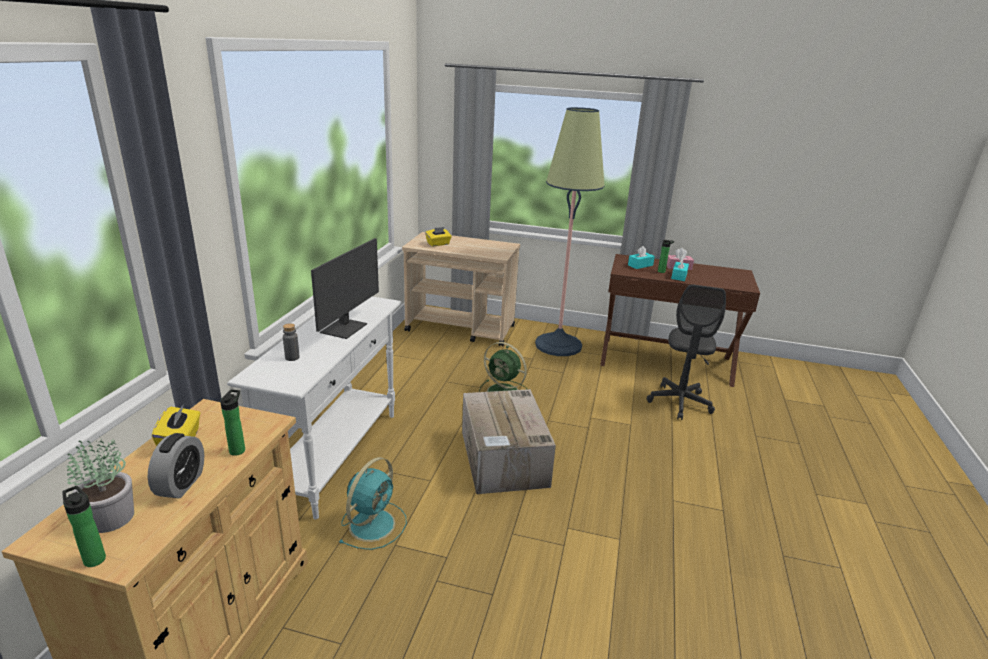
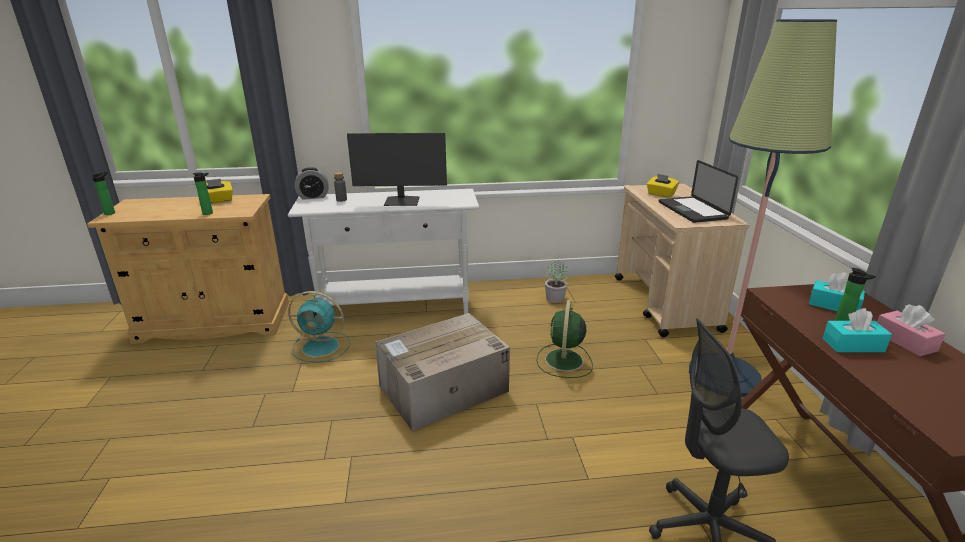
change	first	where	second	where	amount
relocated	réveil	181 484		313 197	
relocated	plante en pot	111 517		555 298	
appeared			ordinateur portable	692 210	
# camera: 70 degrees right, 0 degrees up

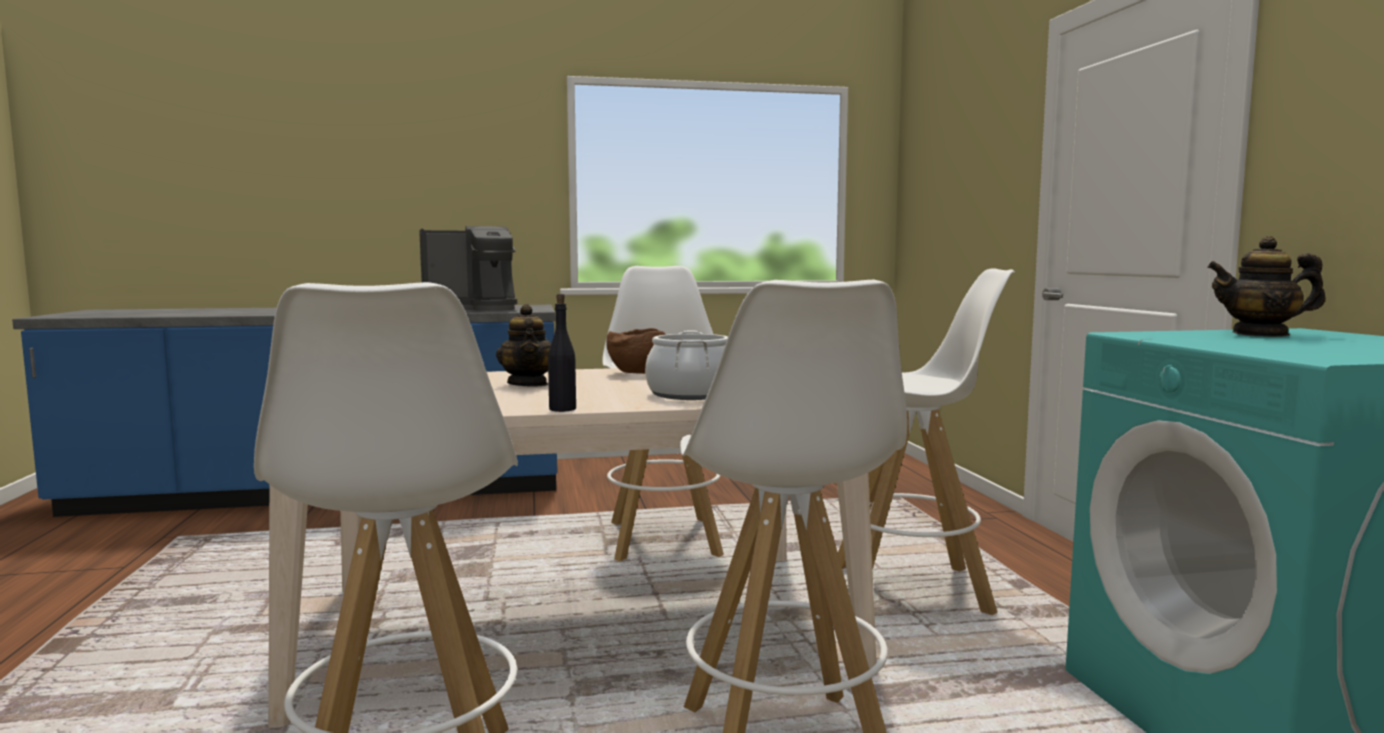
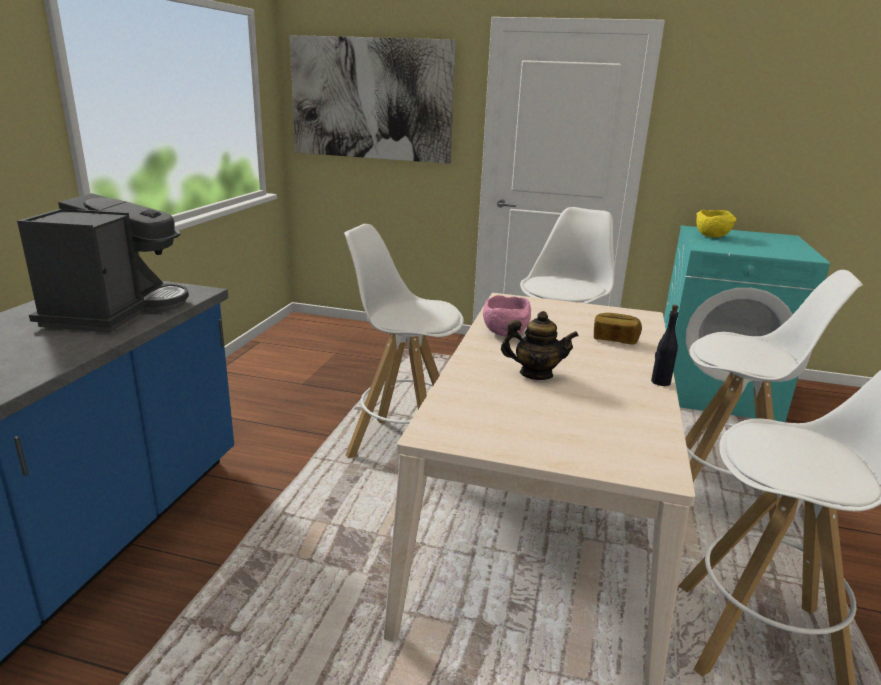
change	first	where	second	where	amount
appeared			tableau	371 99	
colour	bol/marron	637 373	bol/rose	506 334	
exchanged	marmite	691 394	pain	614 339	
exchanged	théière	1261 334	bol/jaune	712 237	
# camera: 65 degrees left, 15 degrees up

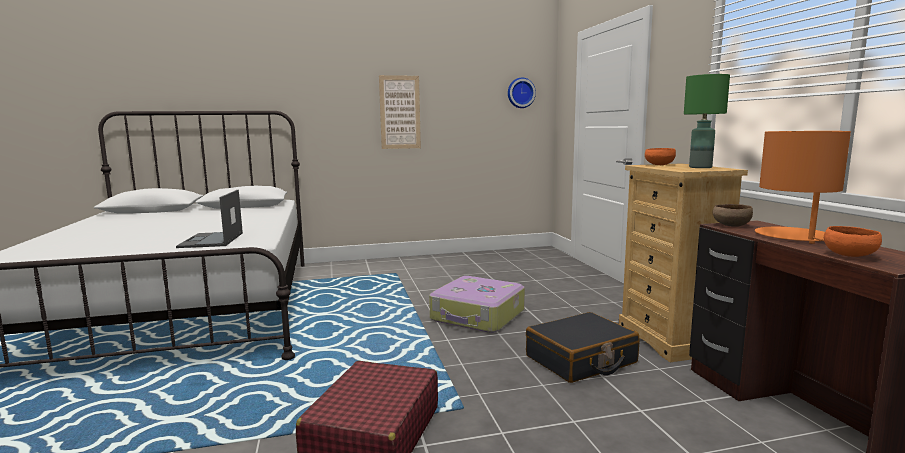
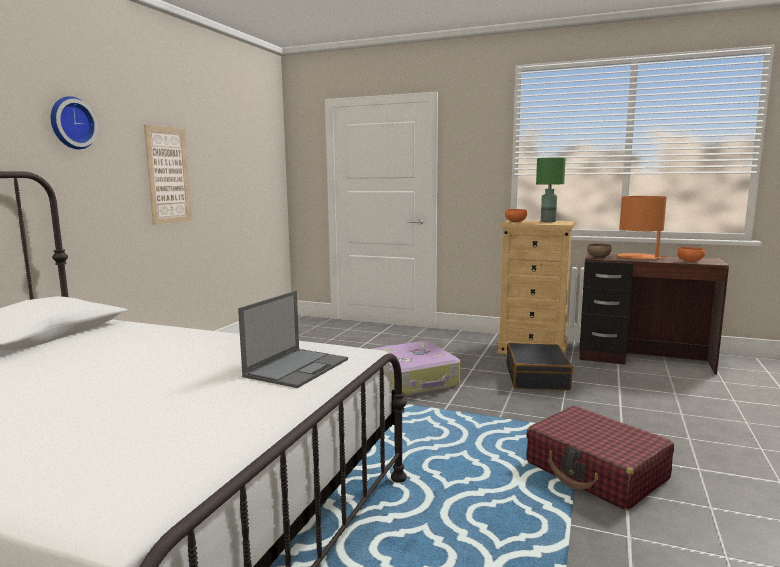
change	first	where	second	where	amount
relocated	horloge murale	520 93		71 123	
spun	ordinateur portable	211 240		297 367	90 degrees counterclockwise
# camera: 55 degrees left, 0 degrees up

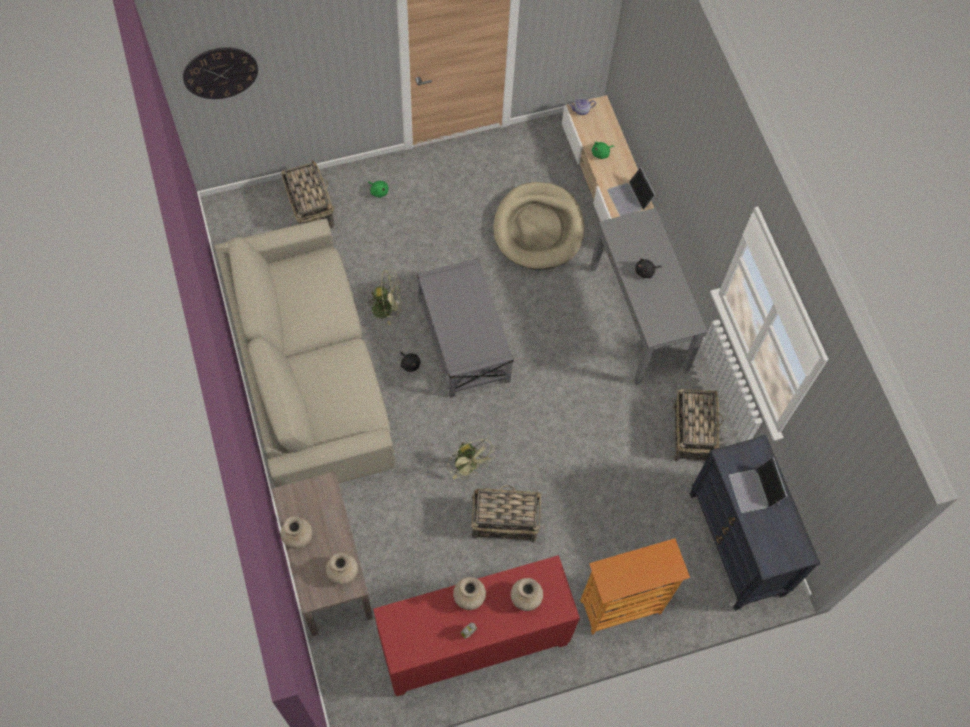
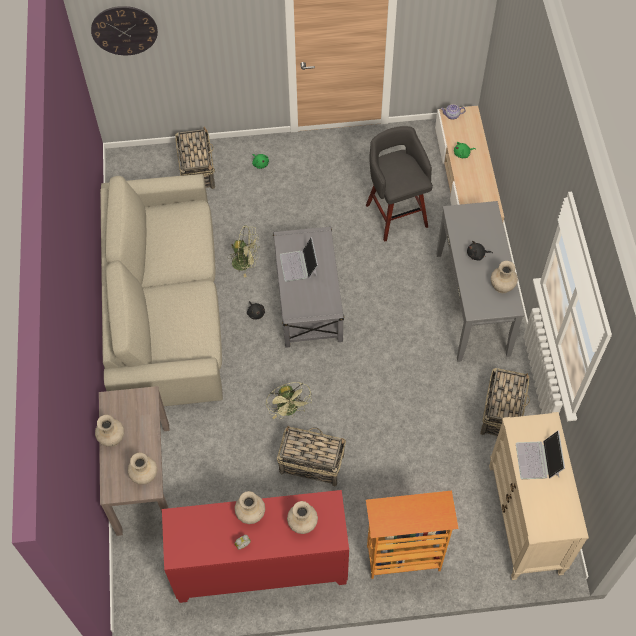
change	first	where	second	where	amount
relocated	ordinateur portable	630 198		299 265	
exchanged	panier pour chien/beige	538 228	tabouret/gris	396 214	
colour	commode/noir	736 544	commode/beige	525 520	
appeared			vase/beige	502 285	
# camera: 15 degrees right, 5 degrees down

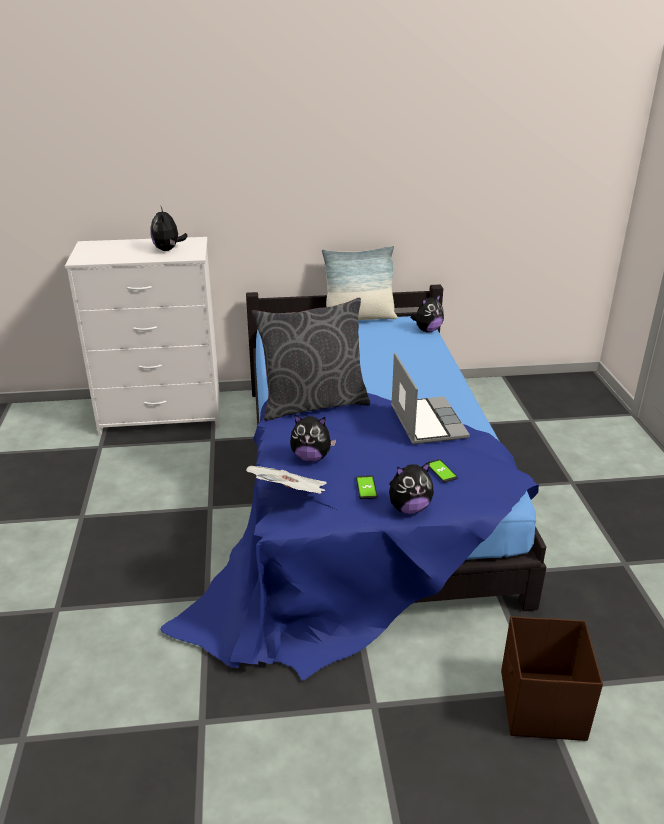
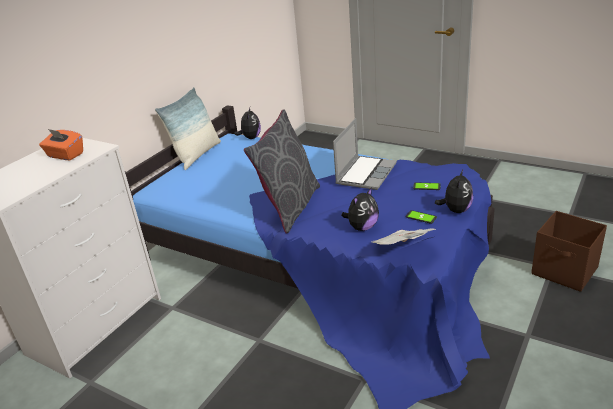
change	first	where	second	where	amount
exchanged	peluche	168 250	boîte à mouchoirs/orange	65 155	
spun	ordinateur portable	426 422		365 173	90 degrees clockwise
# camera: 50 degrees left, 0 degrees up

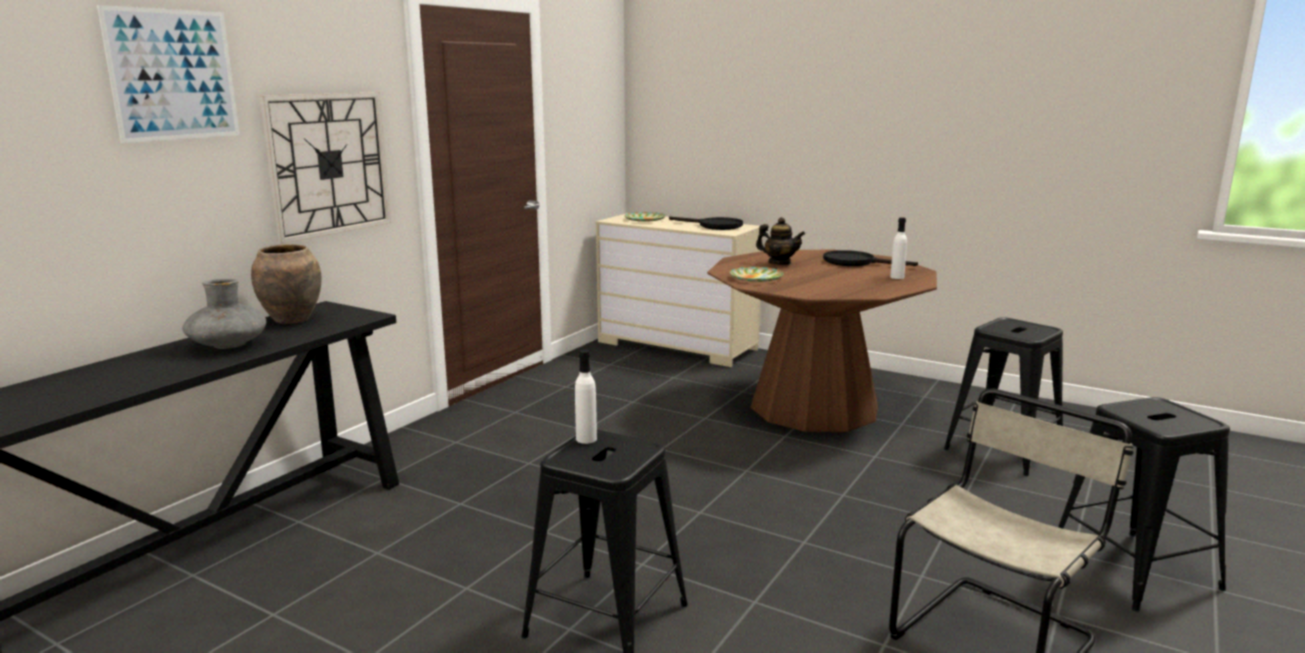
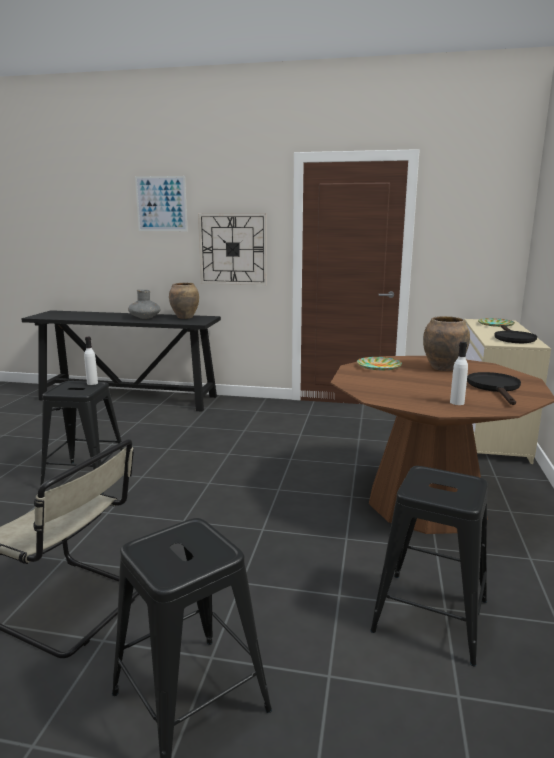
change	first	where	second	where	amount
exchanged	théière	779 263	vase/marron	443 368	
# camera: 70 degrees right, 0 degrees up

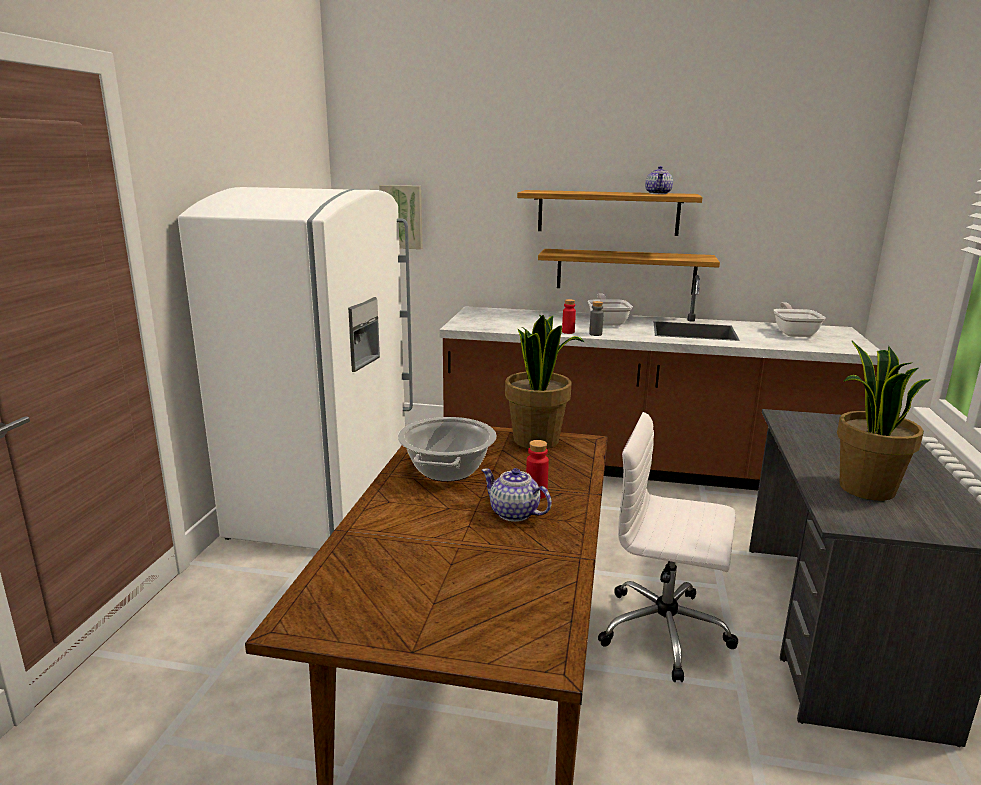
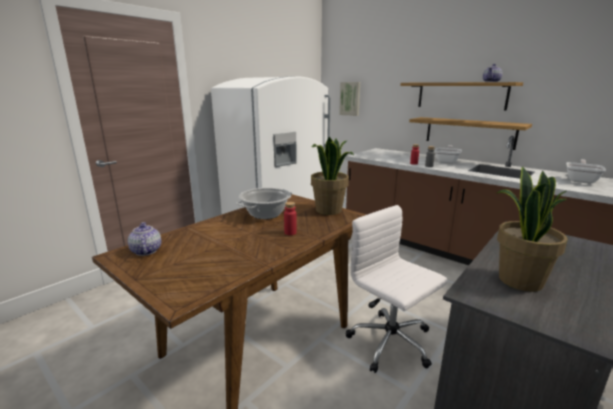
change	first	where	second	where	amount
relocated	théière	514 513		146 251	
# camera: 30 degrees right, 0 degrees up

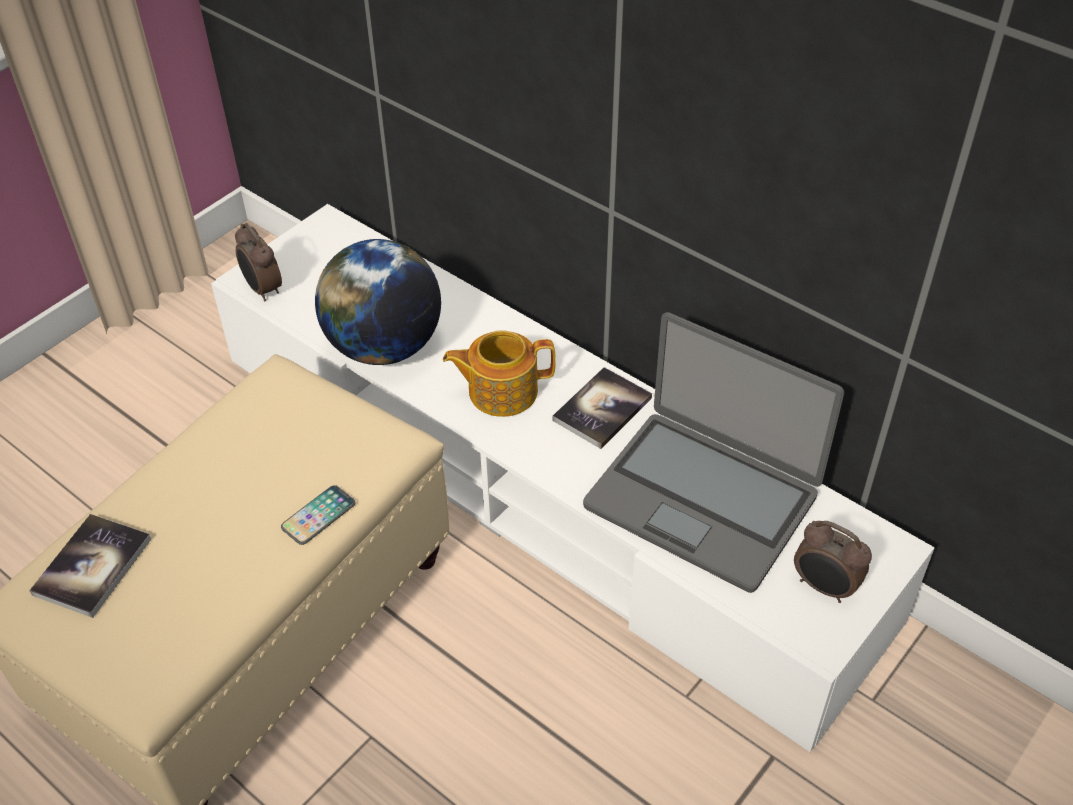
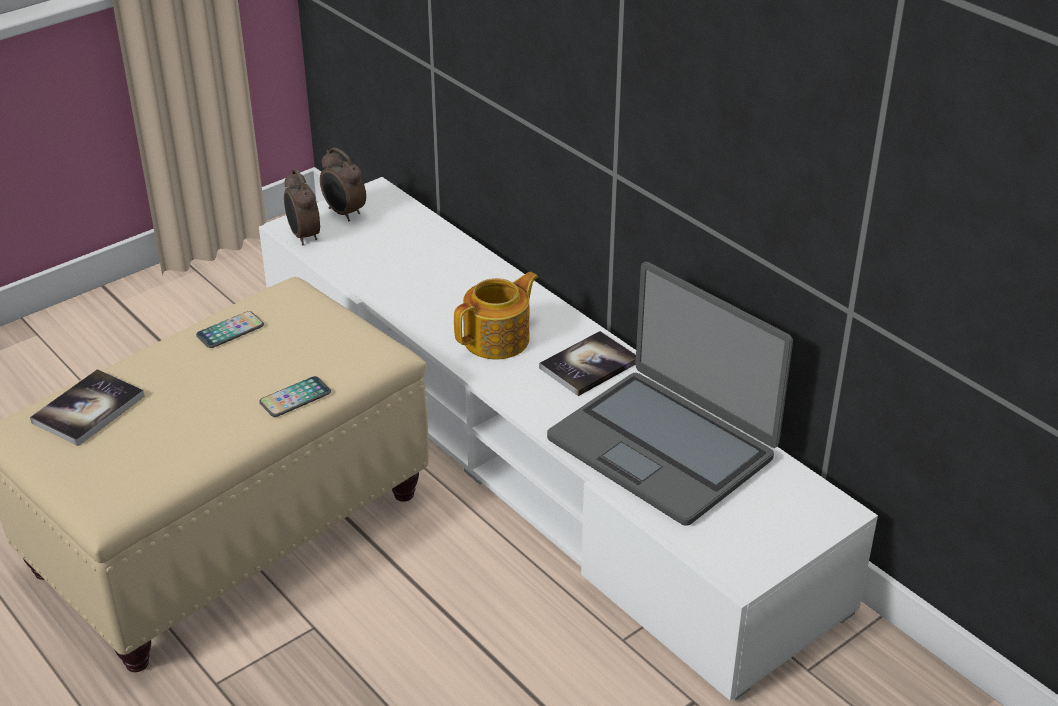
change	first	where	second	where	amount
appeared			téléphone	230 331	
relocated	réveil	824 587		344 213	
spun	théière	501 391		498 339	135 degrees clockwise
missing	globe	384 347			
# camera: 10 degrees right, 10 degrees down

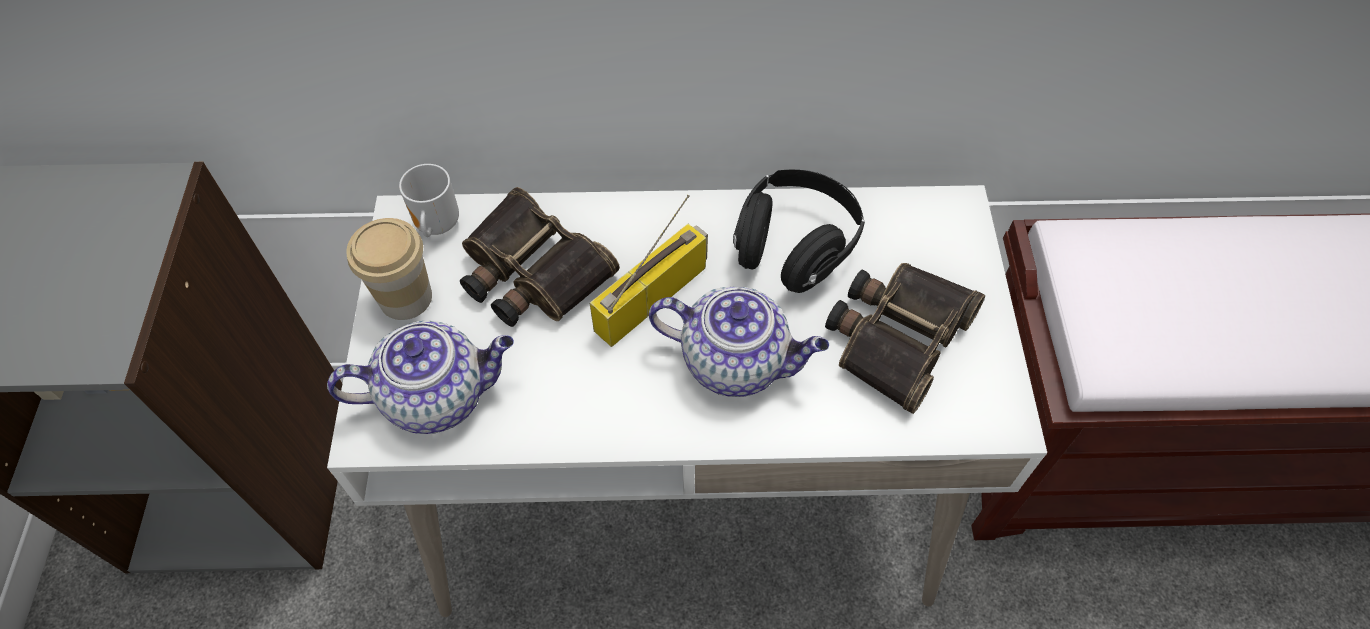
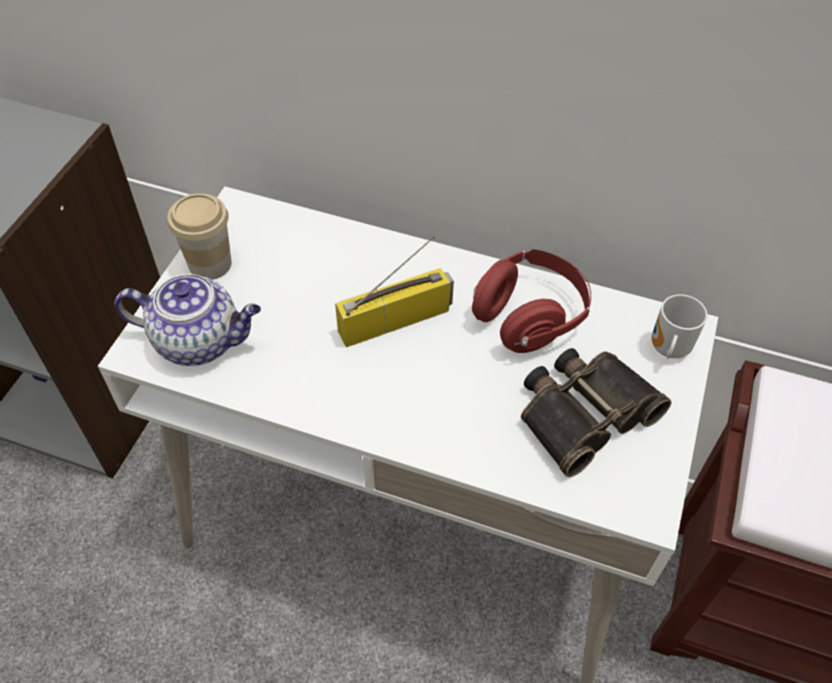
change	first	where	second	where	amount
colour	casque audio/noir	794 247	casque audio/rouge	529 317	
relocated	mug	435 226		666 349	
missing	jumelles	530 272			
missing	théière	736 361			
# camera: 20 degrees right, 5 degrees down

